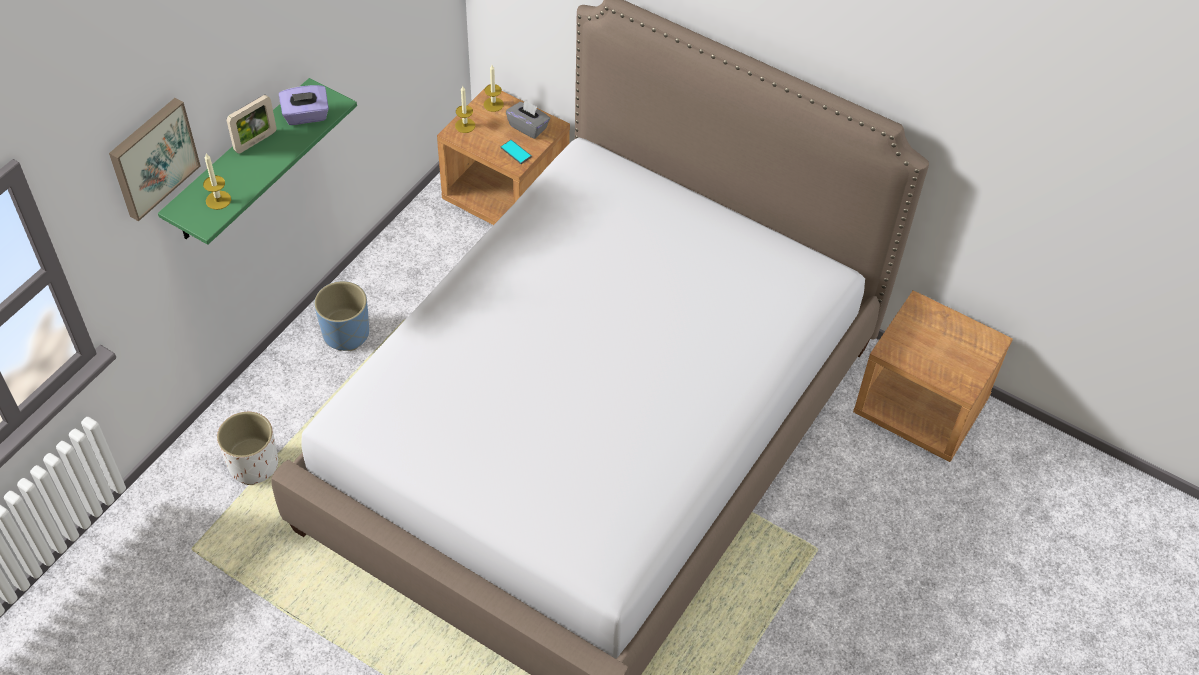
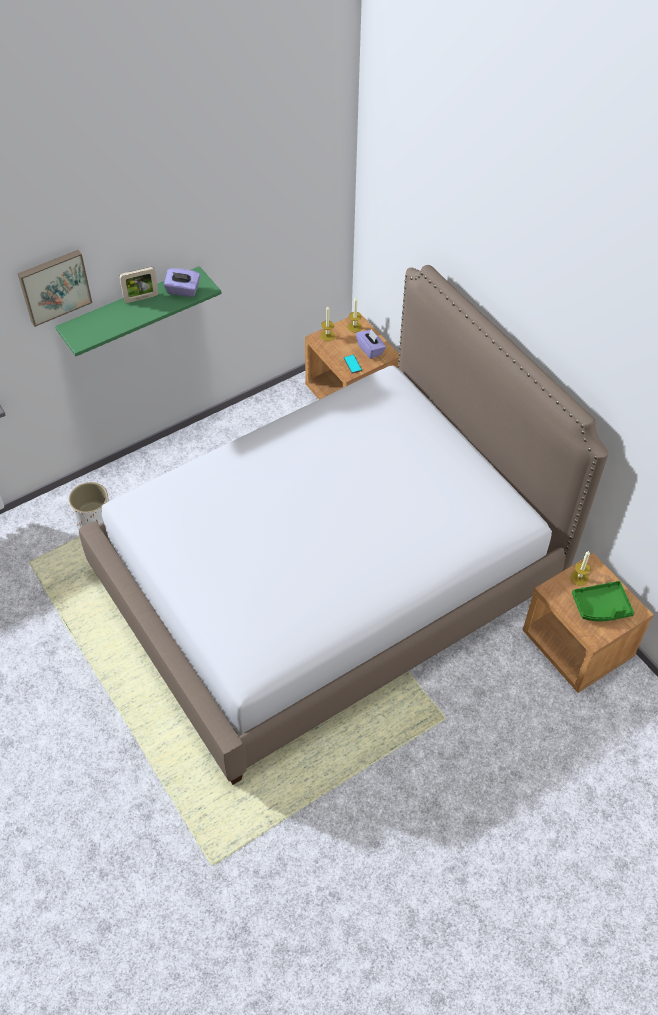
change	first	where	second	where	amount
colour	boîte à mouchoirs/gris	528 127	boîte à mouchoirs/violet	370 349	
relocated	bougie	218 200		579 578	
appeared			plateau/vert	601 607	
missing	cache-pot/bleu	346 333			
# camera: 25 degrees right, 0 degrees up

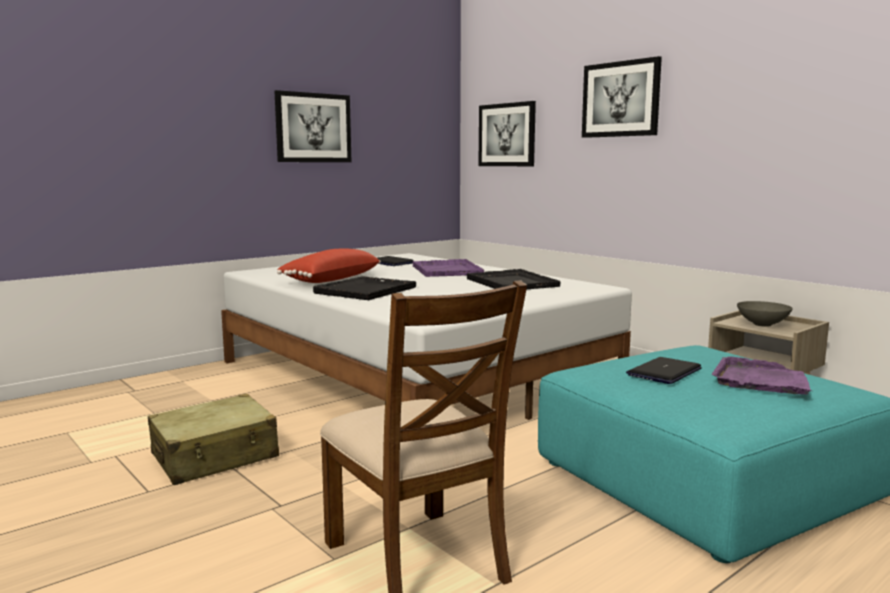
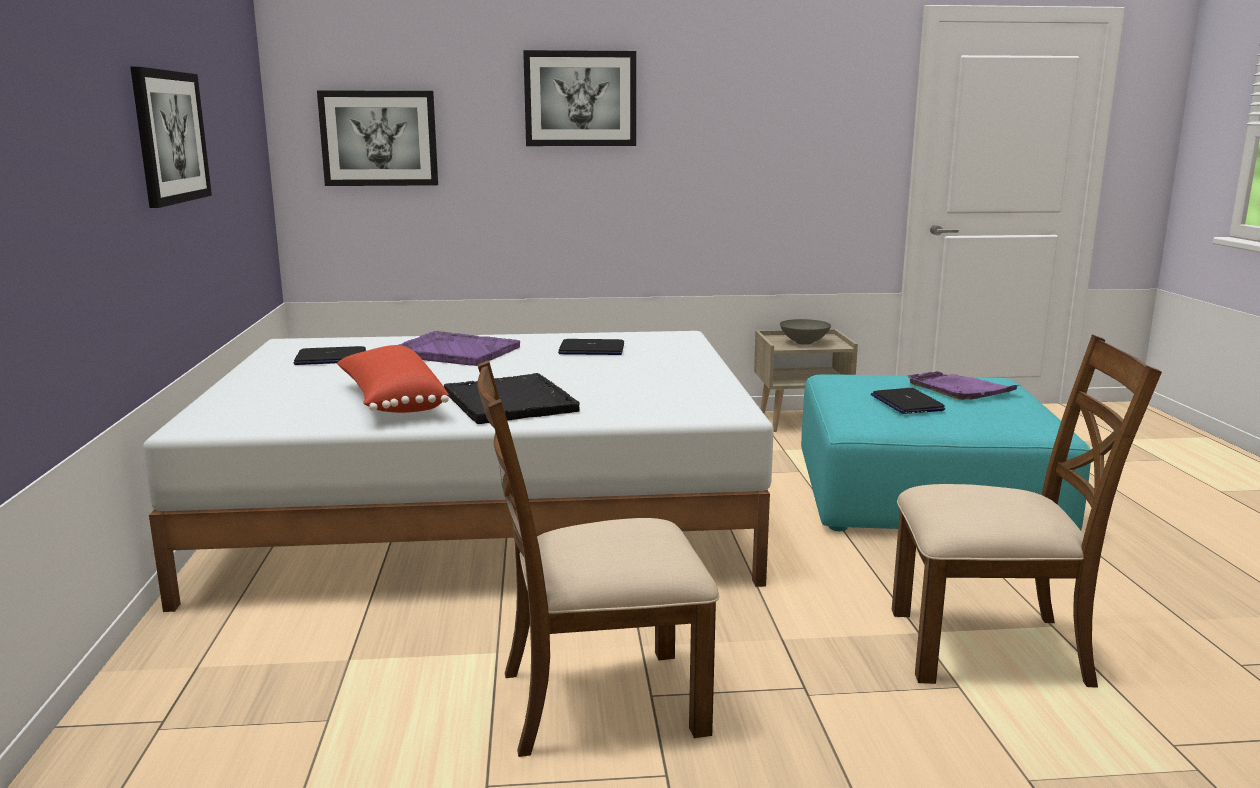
change	first	where	second	where	amount
exchanged	valise/beige	215 456	chaise/marron	598 700	
exchanged	plateau/noir	511 282	ordinateur portable	591 349	
# camera: 55 degrees left, 5 degrees up

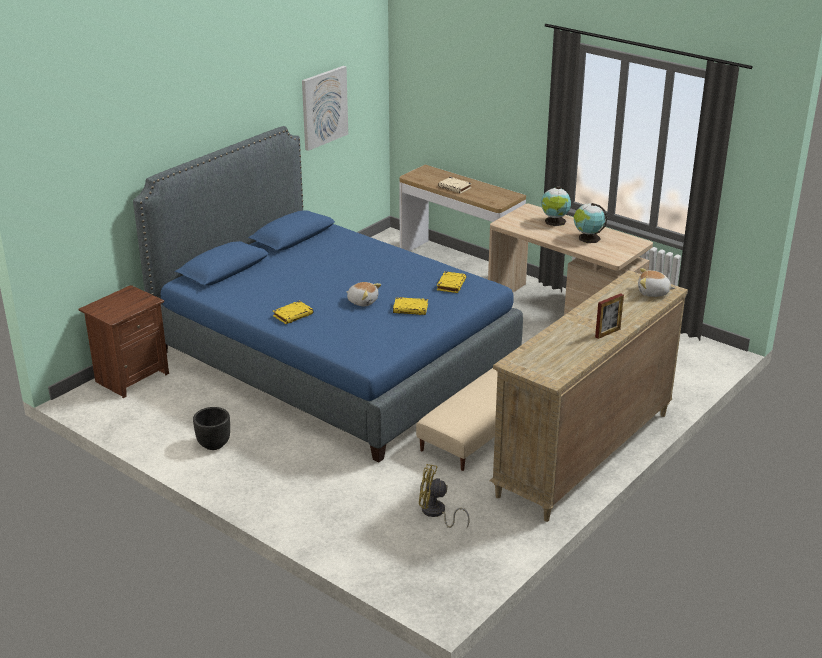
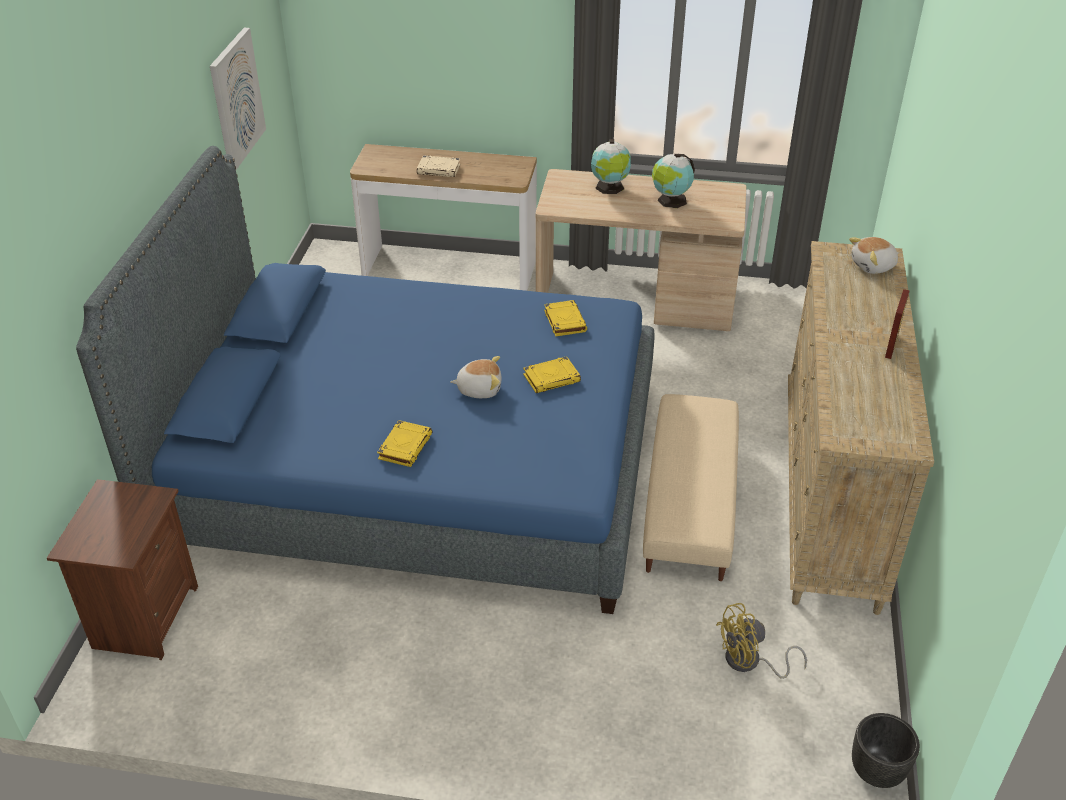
change	first	where	second	where	amount
relocated	cache-pot/noir	213 444		877 772	
# camera: 30 degrees left, 10 degrees up

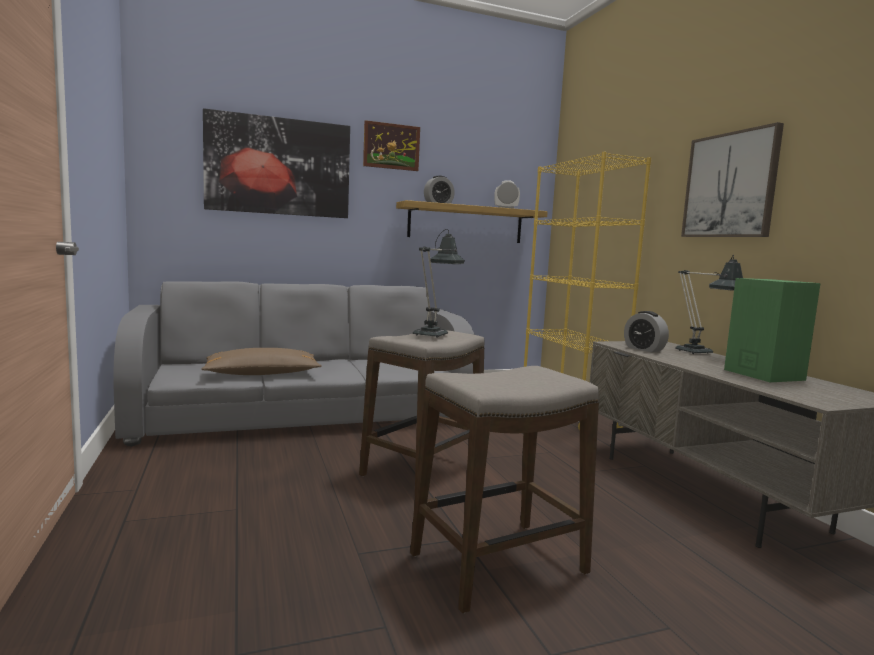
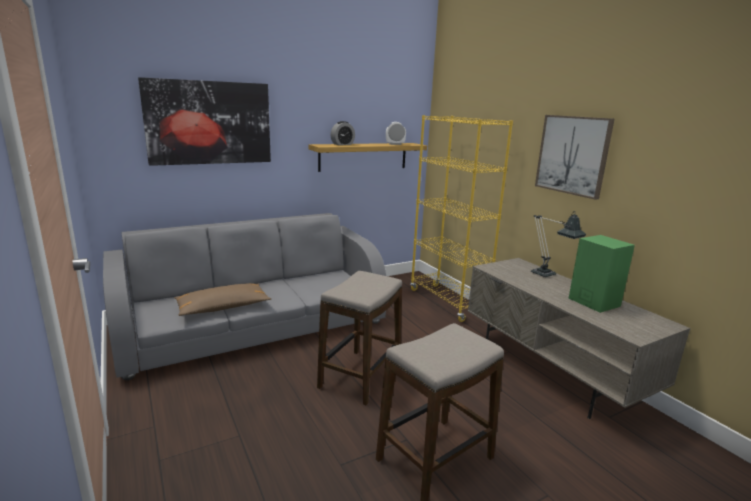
change	first	where	second	where	amount
missing	tableau	391 146			
missing	lampe de table	433 334			
missing	réveil	644 349			
# camera: 10 degrees left, 10 degrees up

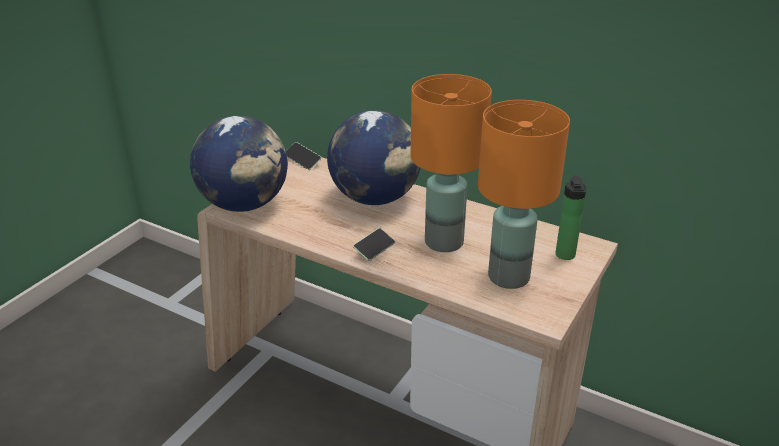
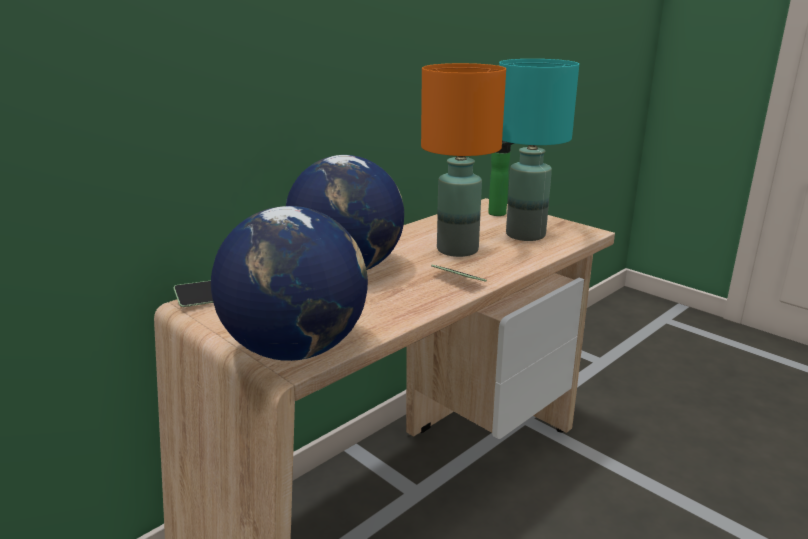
change	first	where	second	where	amount
colour	lampe de table/orange	509 278	lampe de table/turquoise	526 235	
# camera: 75 degrees left, 10 degrees down

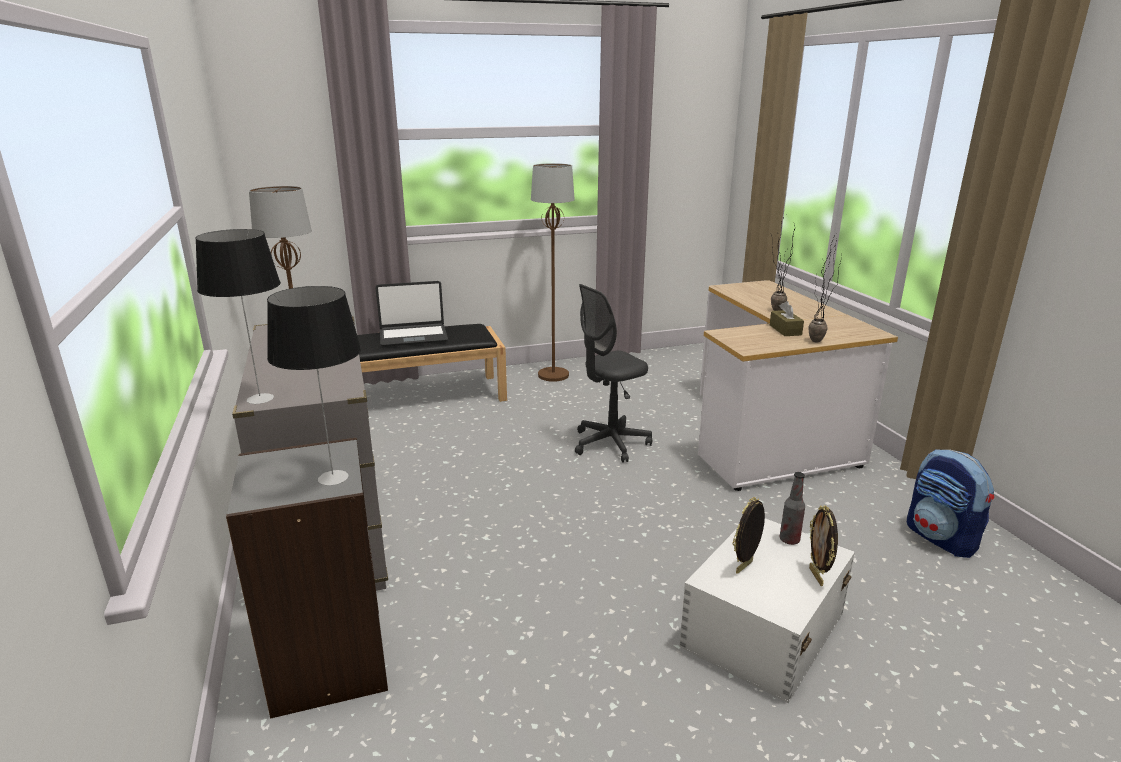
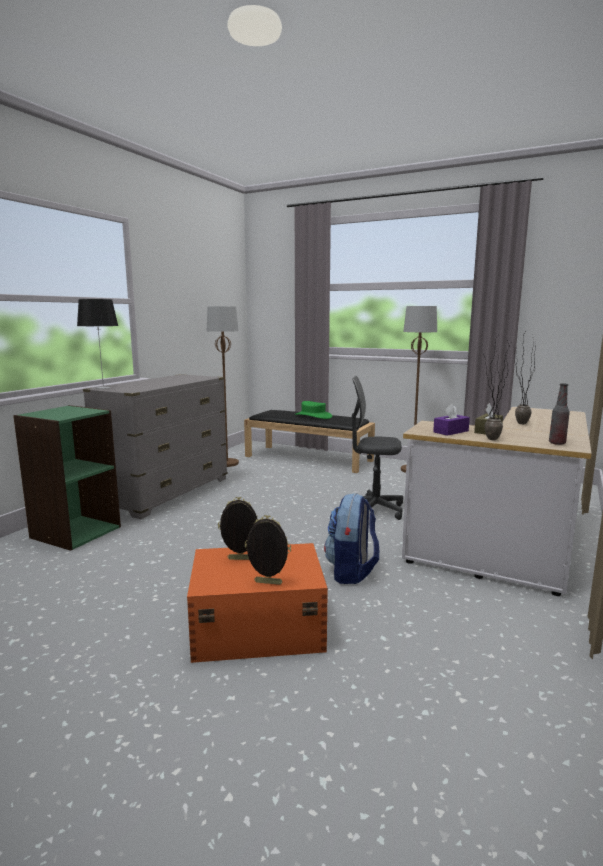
change	first	where	second	where	amount
colour	bibliothèque/gris	327 662	bibliothèque/vert	75 532	
colour	boîte de rangement/blanc	761 630	boîte de rangement/orange	256 626	
spun	cadre photo	817 576		267 583	60 degrees clockwise
exchanged	ordinateur portable	413 336	chapeau/vert	313 416	
relocated	sac à dos	942 538		352 572	
appeared			boîte à mouchoirs/violet	451 431	
relocated	bouteille	789 540		557 443	
missing	lampe de table	333 478			
# camera: 45 degrees right, 10 degrees down

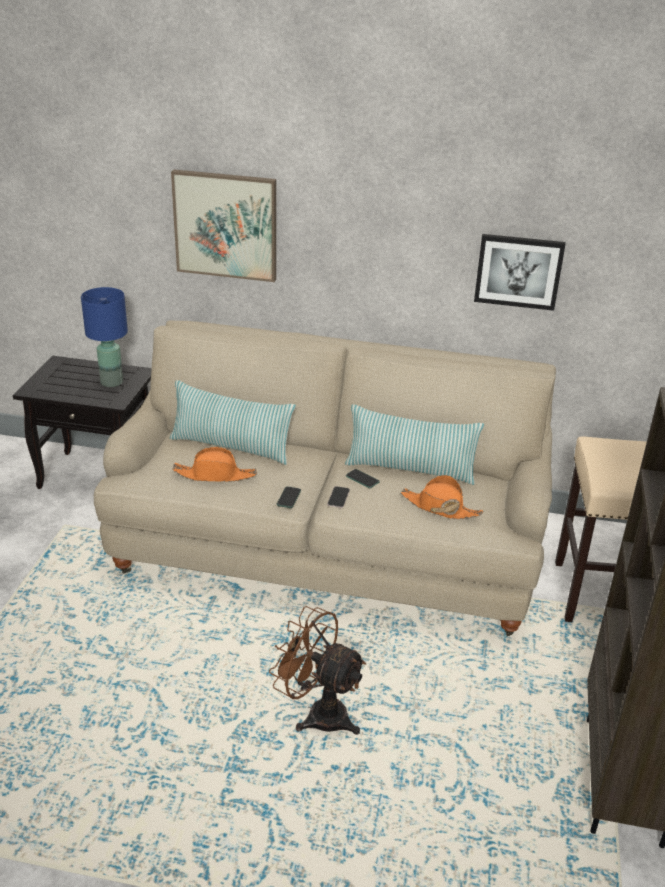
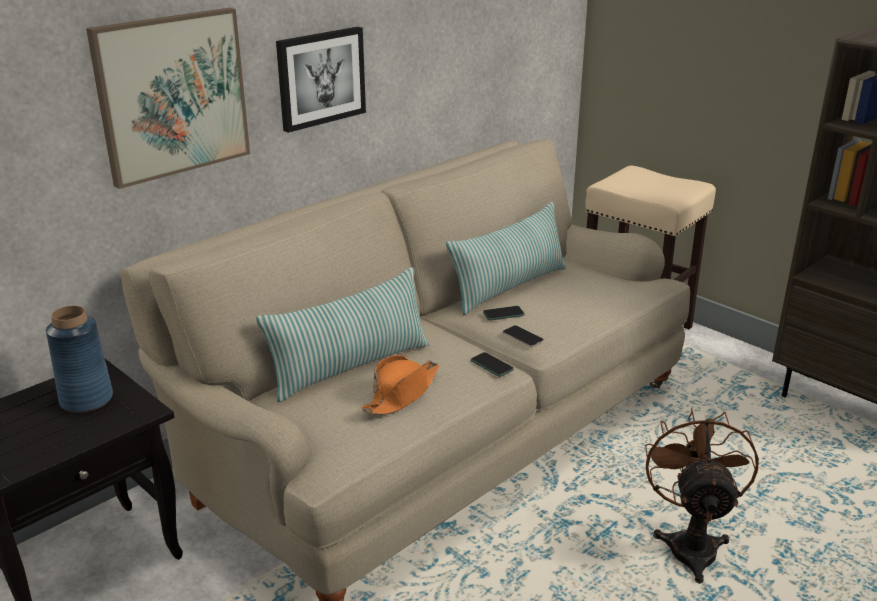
change	first	where	second	where	amount
exchanged	lampe de table/bleu	112 382	vase/bleu	87 399	
relocated	tableau	518 271		320 78	
spun	ventilateur/marron	318 713		691 544	120 degrees clockwise
missing	chapeau/orange	440 507			
# camera: 55 degrees left, 5 degrees down

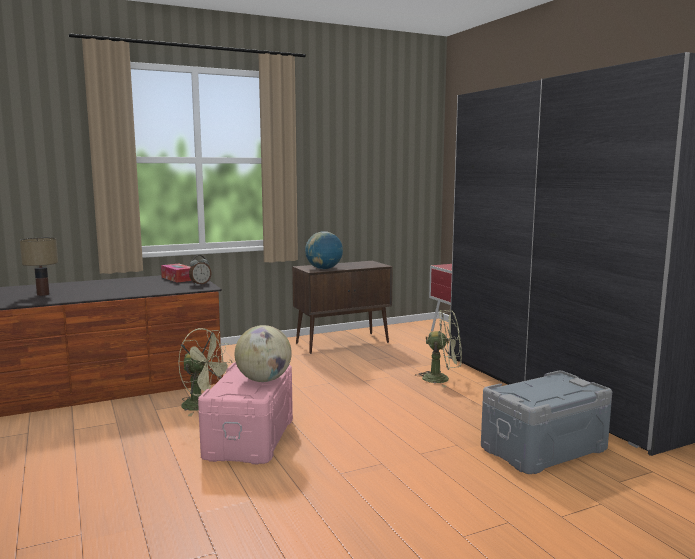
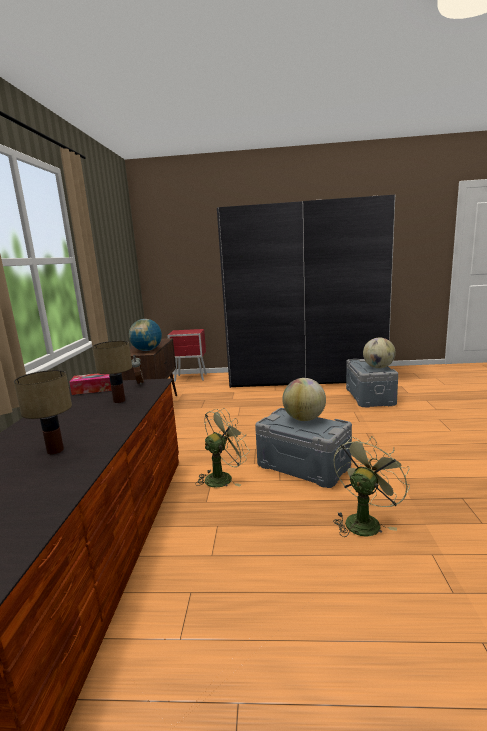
change	first	where	second	where	amount
appeared			lampe de table	119 401	
colour	boîte de rangement/rose	248 438	boîte de rangement/gris	303 466	
relocated	ventilateur/vert	442 379		364 520	
appeared			globe	378 367	
# camera: 60 degrees left, 5 degrees up

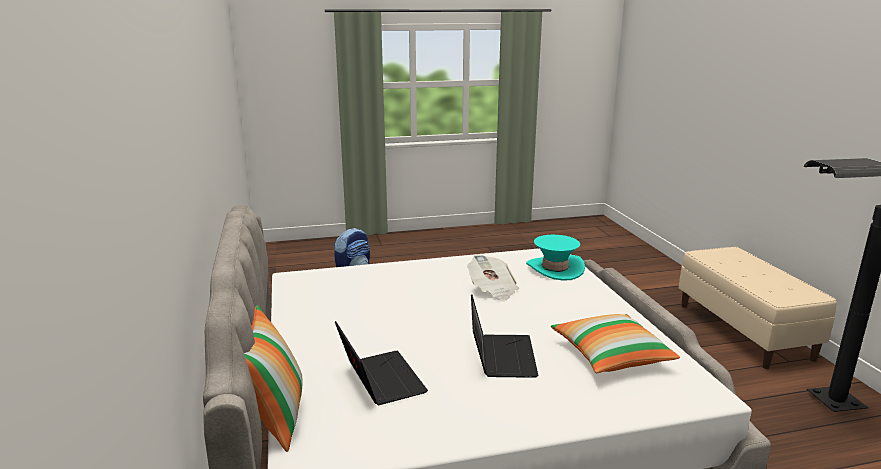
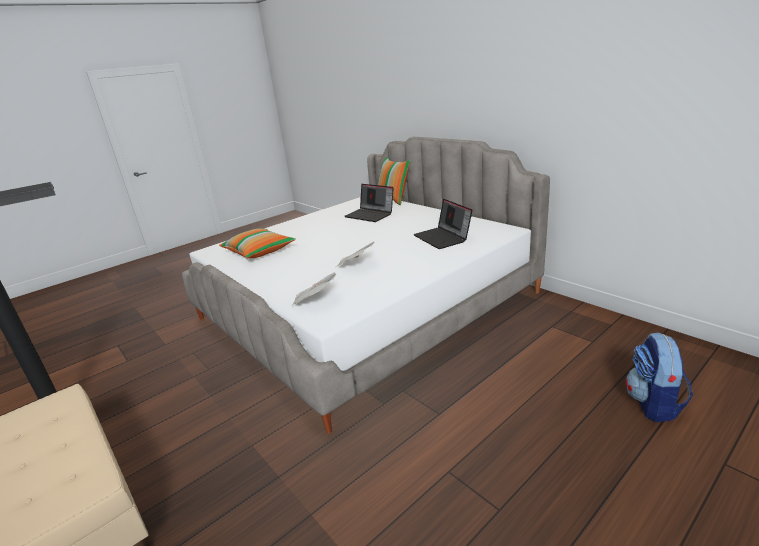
change	first	where	second	where	amount
exchanged	chapeau/turquoise	555 269	journal	315 300	
relocated	ordinateur portable	500 356		443 238	
# camera: 155 degrees right, 5 degrees up

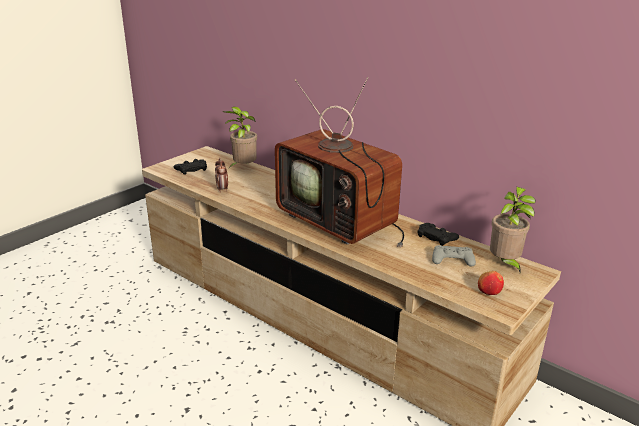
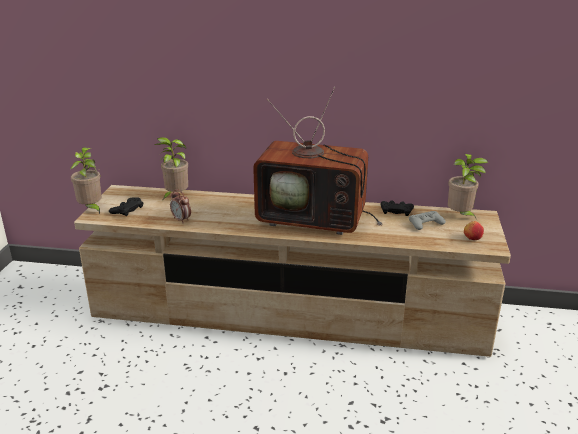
change	first	where	second	where	amount
appeared			plante en pot	91 209	
# camera: 30 degrees left, 0 degrees up

